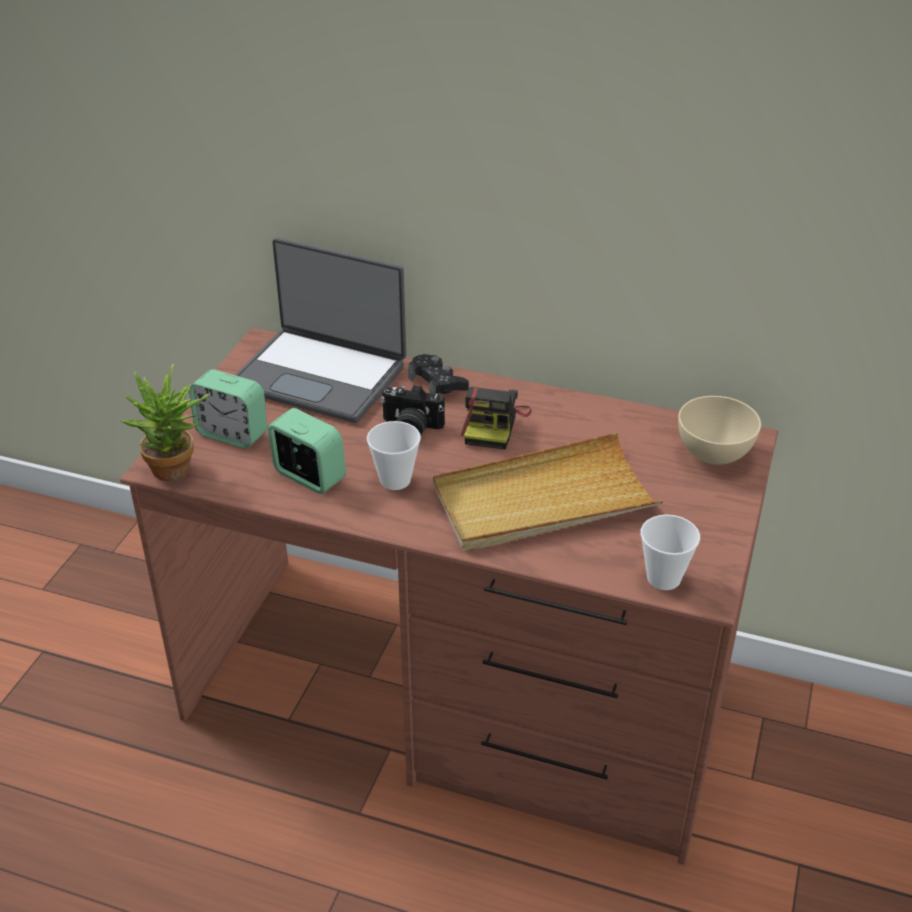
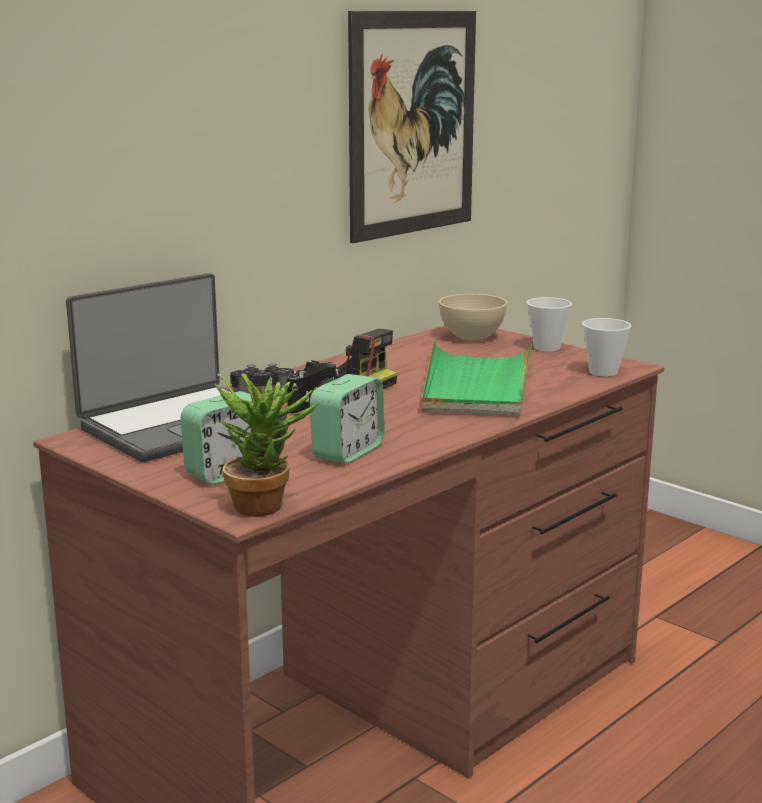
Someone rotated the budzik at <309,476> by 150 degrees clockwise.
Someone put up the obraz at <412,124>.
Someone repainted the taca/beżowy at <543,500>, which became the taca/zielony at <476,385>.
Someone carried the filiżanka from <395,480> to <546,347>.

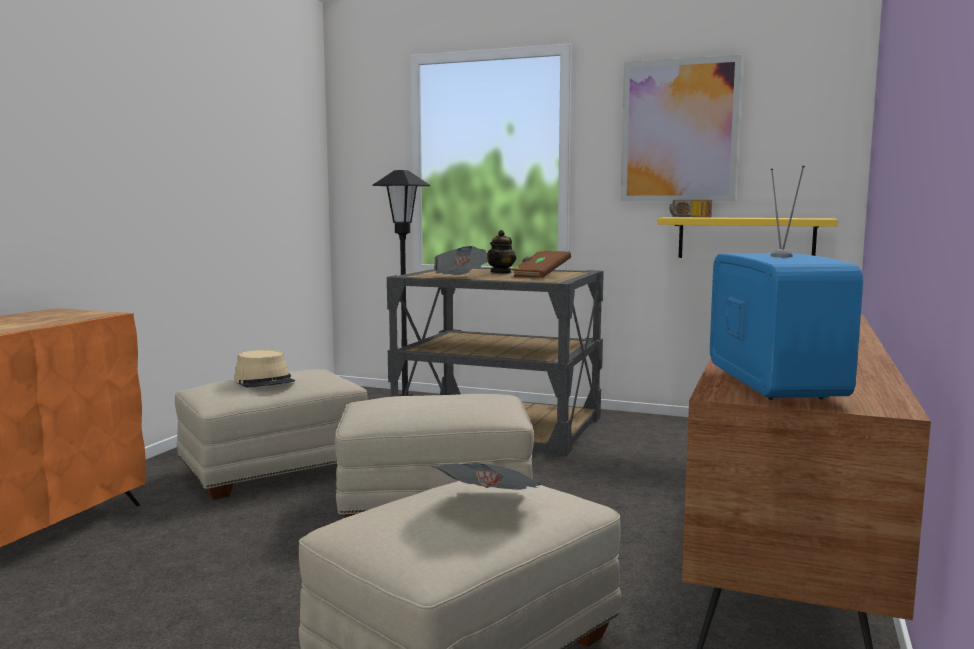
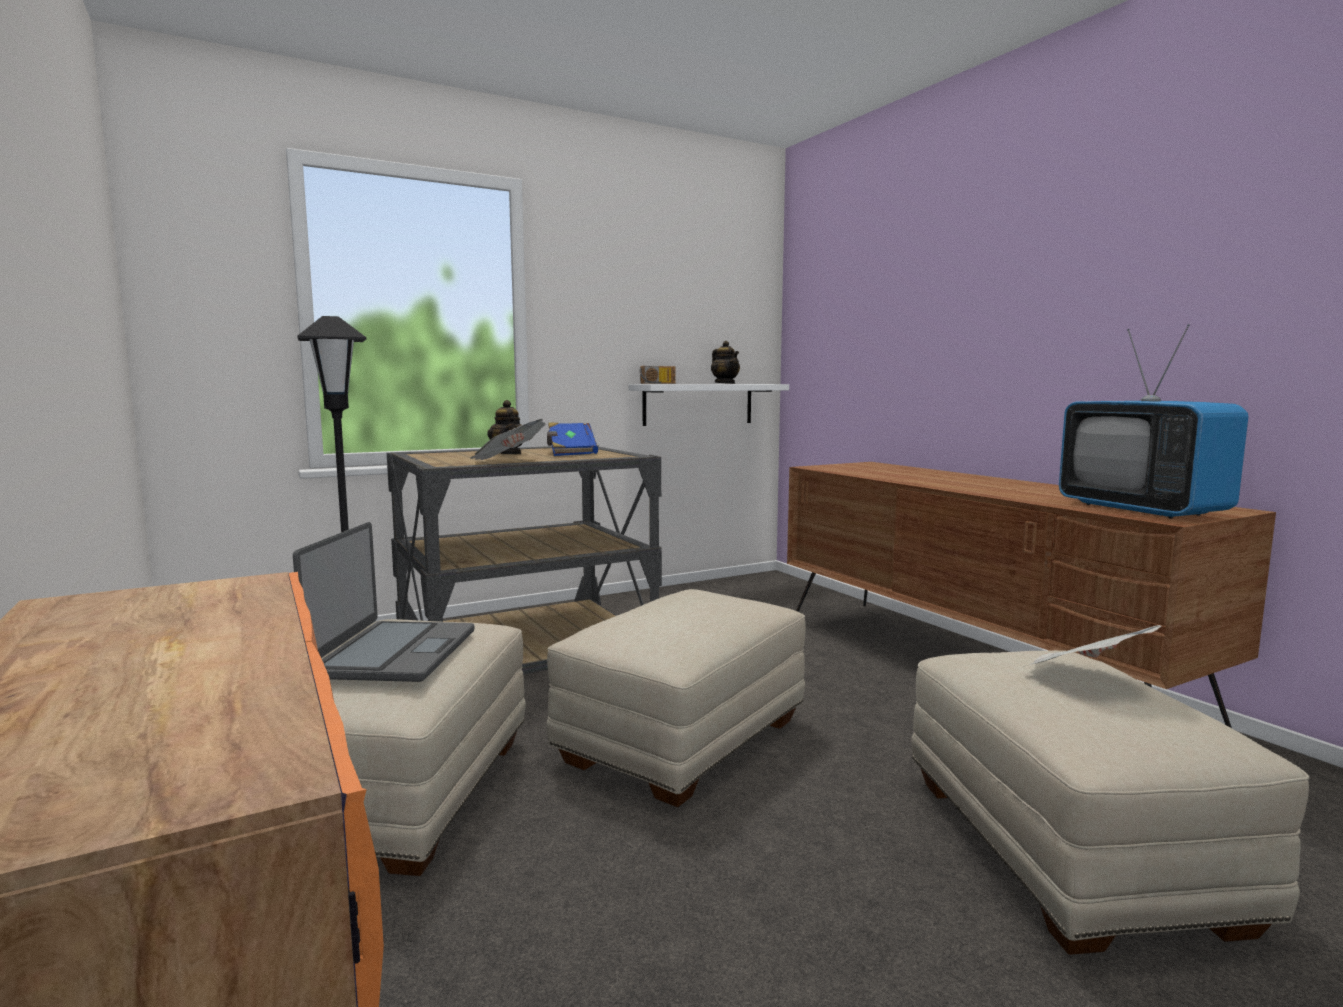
Someone swapped the kapelusz/beżowy at <265,381> for the laptop at <393,653>.
Someone repainted the książka/brązowy at <540,275>, which became the książka/niebieski at <570,453>.
Someone repainted the półka/żółty at <745,238>, which became the półka/biały at <698,404>.
Someone put down the imbryk at <725,383>.
Someone rotated the telewizor at <772,386> by 150 degrees counterclockwise.
Someone took away the obraz at <679,131>.

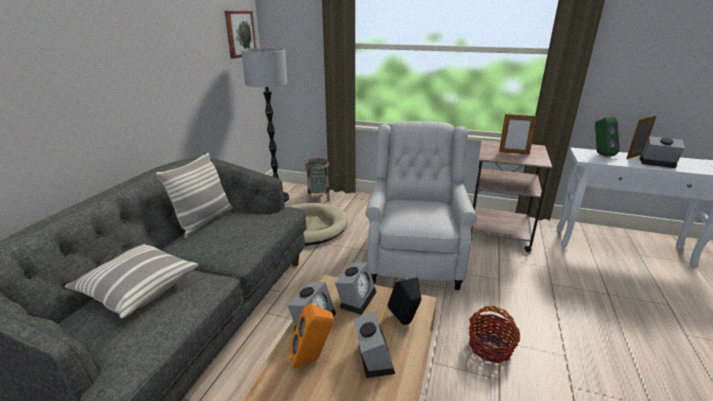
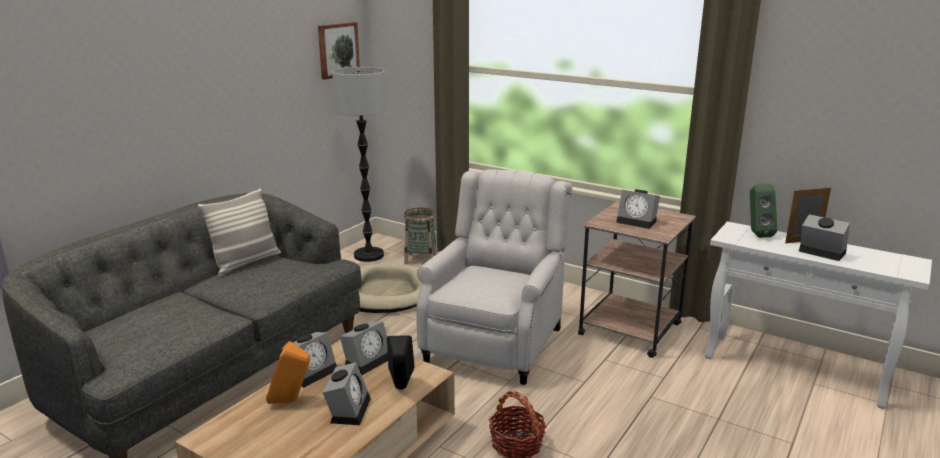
Someone swapped the ramka na zdjęcie at <513,153> for the budzik at <638,221>.
Someone took away the poduszka at <138,289>.

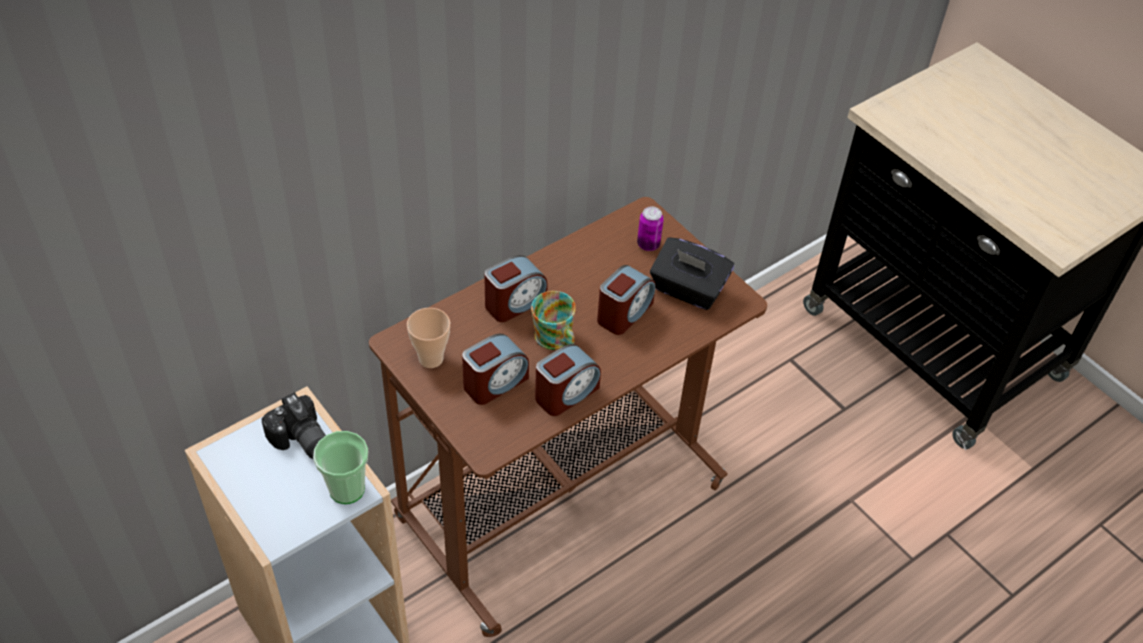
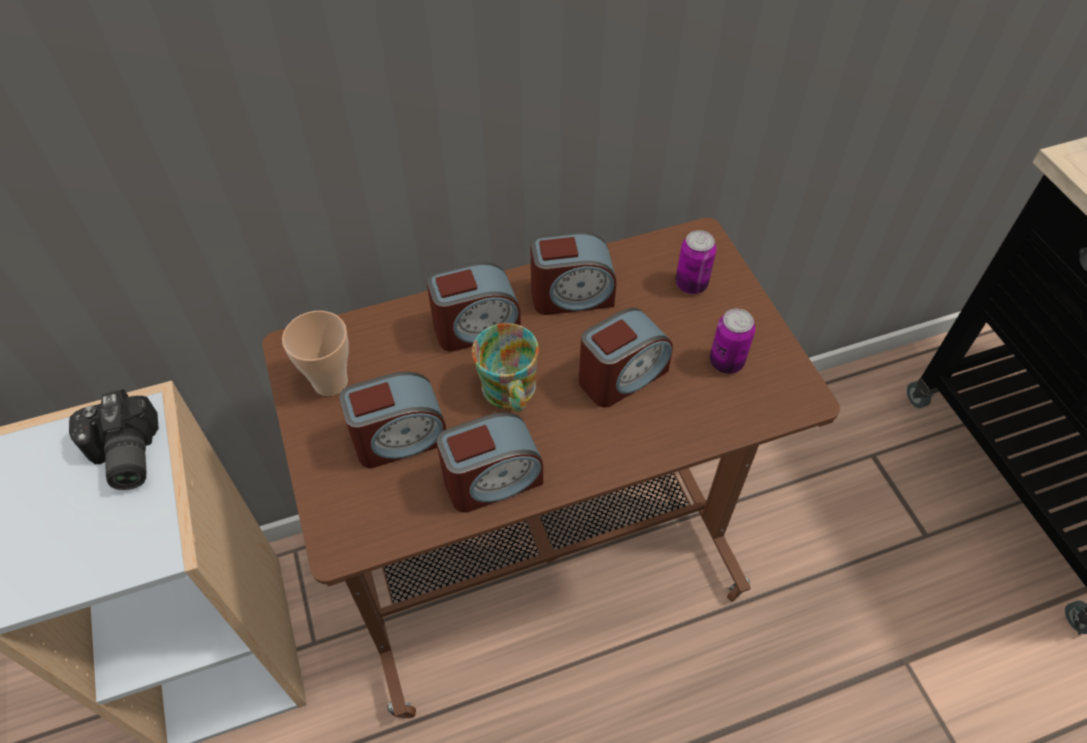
Someone put down the budzik at <571,296>.
Someone swapped the pudełko chusteczek/czarny at <688,290> for the puszka at <726,362>.
Someone took away the filiżanka at <347,489>.

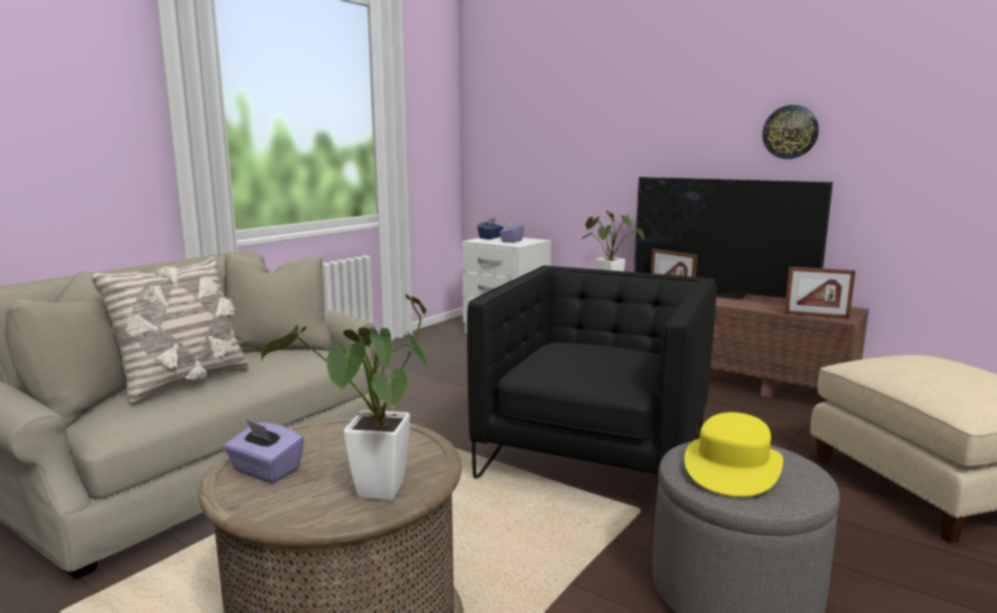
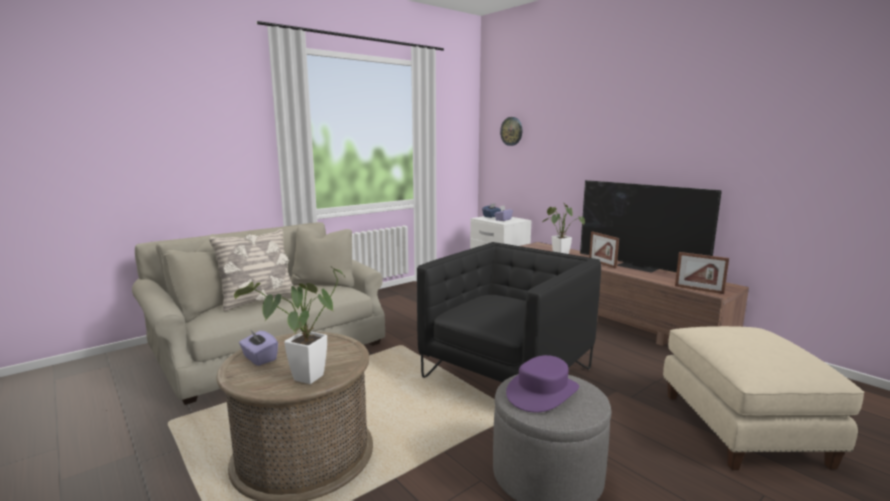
Someone carried the zegar ścienny from <790,132> to <511,131>.
Someone repainted the kapelusz/żółty at <732,467>, which became the kapelusz/fioletowy at <542,392>.

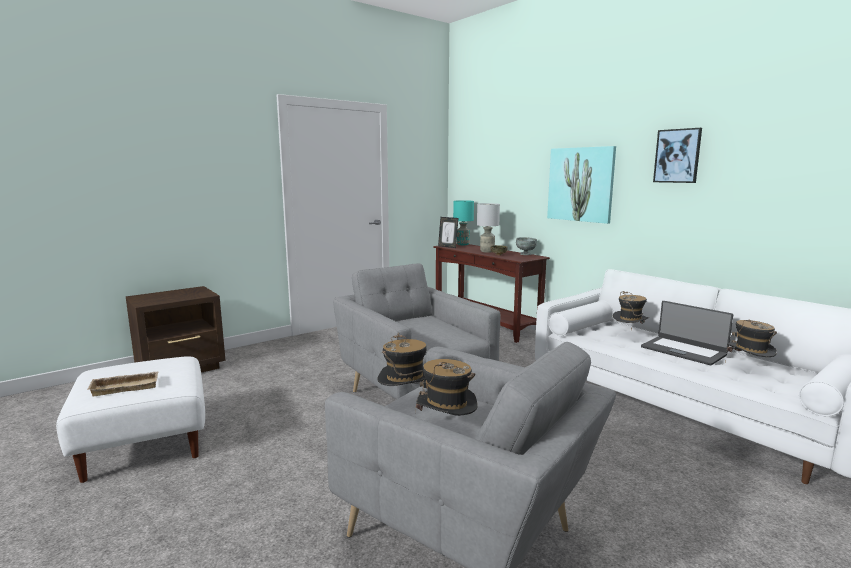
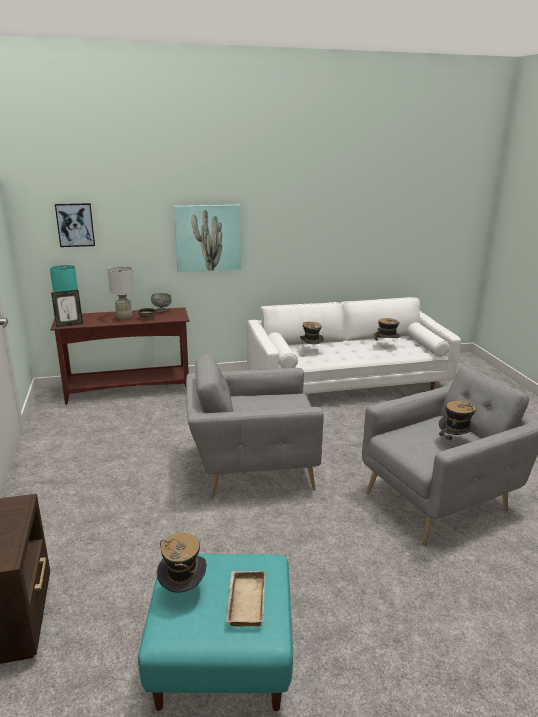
Someone carried the obraz from <677,156> to <75,225>.
Someone repainted the pufa/biały at <145,444>, which became the pufa/turkusowy at <223,657>.
Someone carried the kapelusz from <405,402> to <183,592>.
Someone took away the laptop at <683,351>.

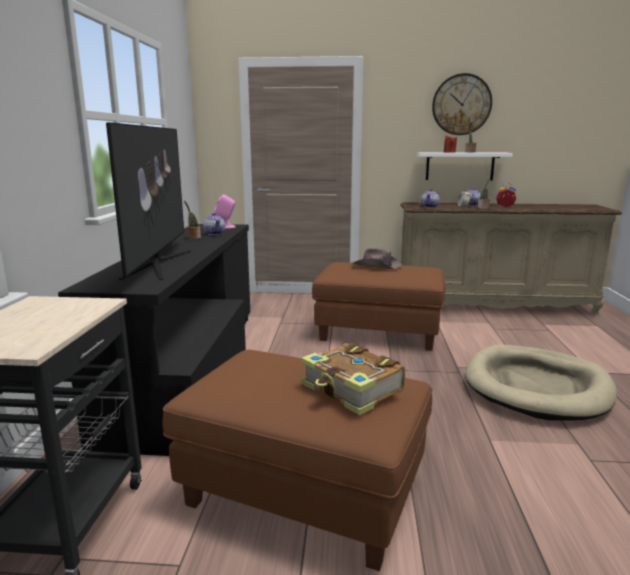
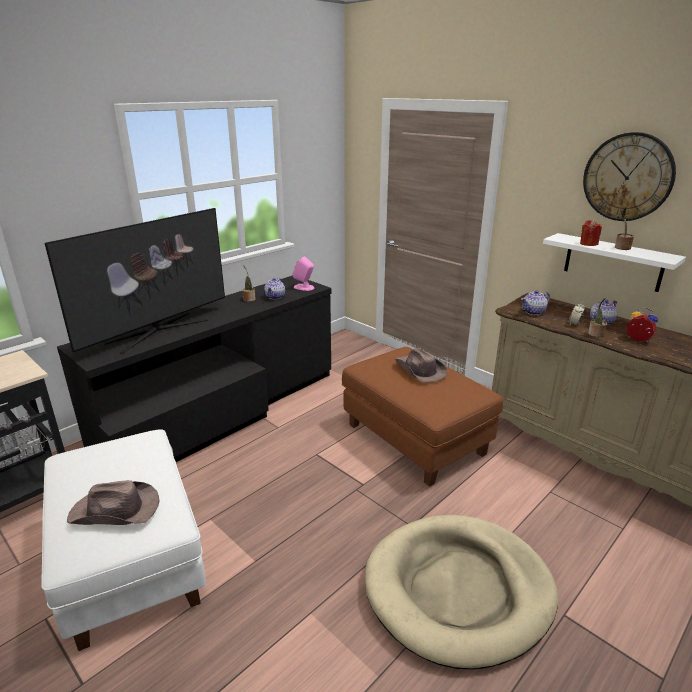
Someone repainted the pufa/brązowy at <305,491>, which became the pufa/biały at <132,562>.
Someone swapped the książka at <352,390> for the kapelusz/brązowy at <116,510>.

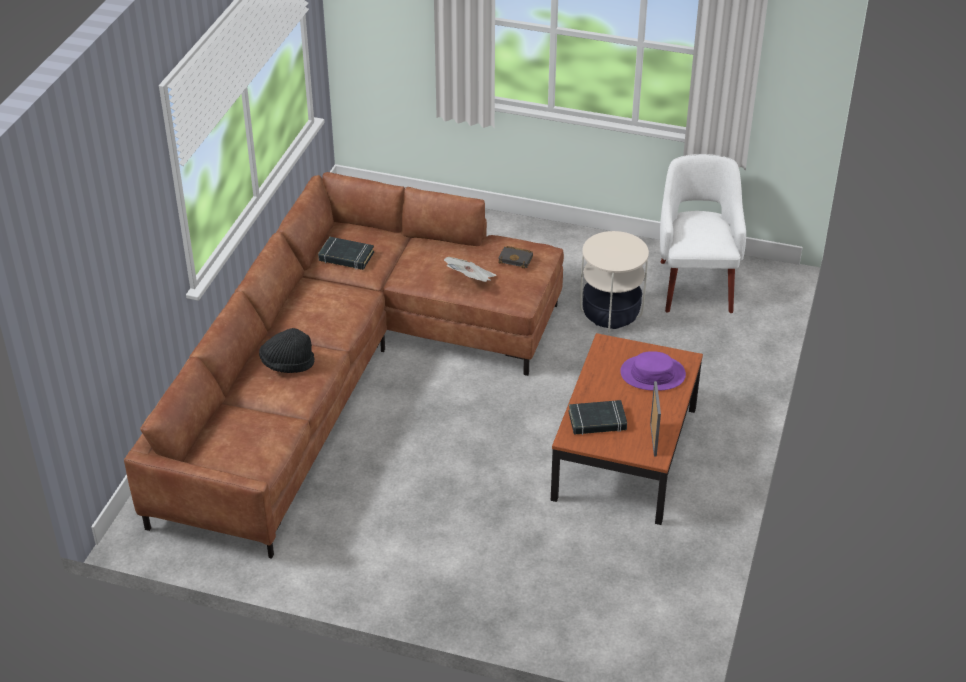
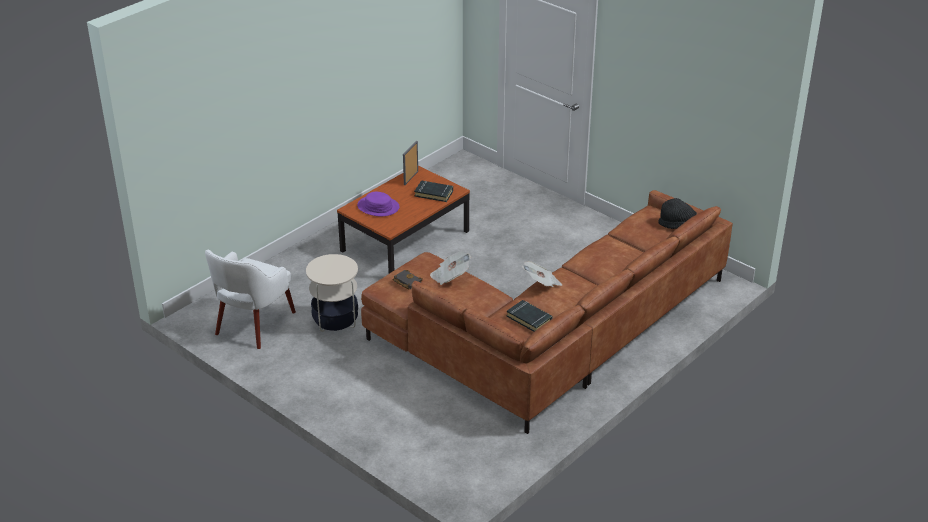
Someone put down the gazeta at <542,283>.
Someone carried the kapelusz/czarny from <287,364> to <677,224>.

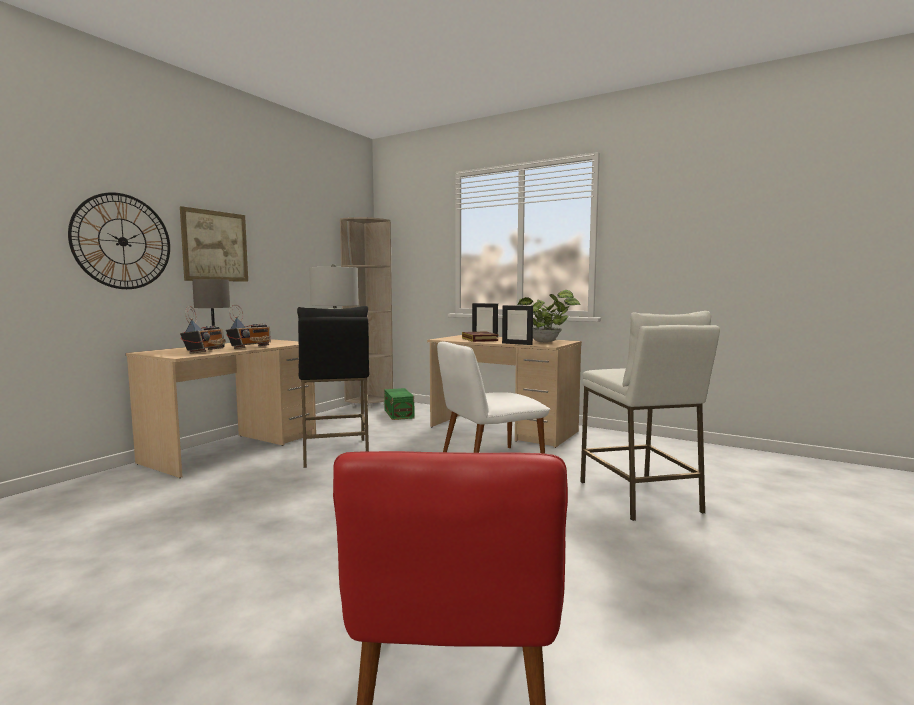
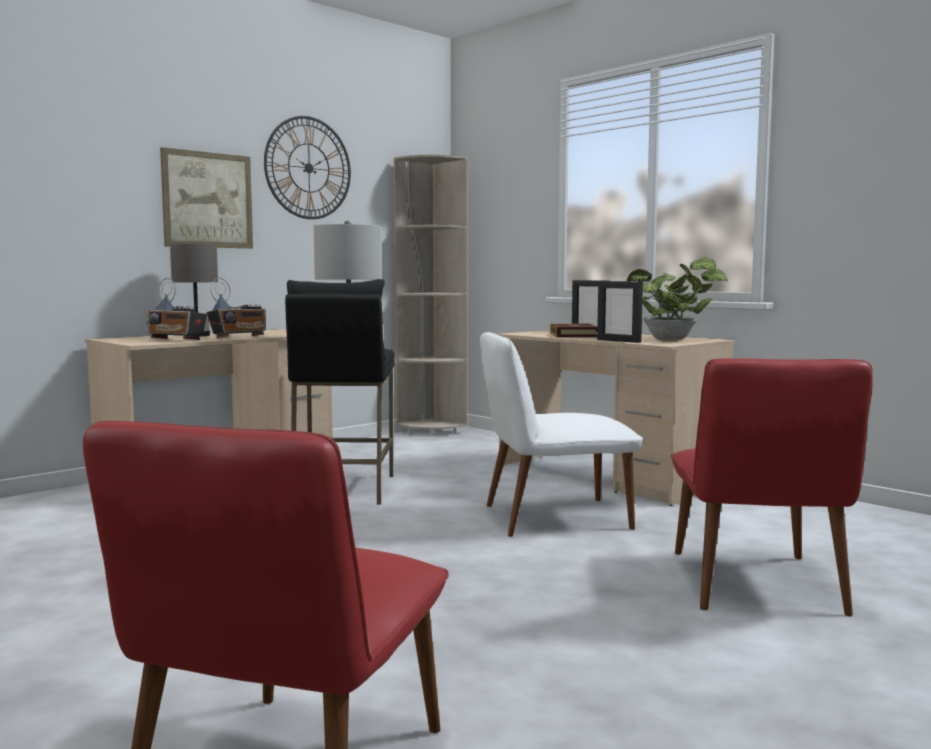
Someone rotated the radio at <205,351> by 90 degrees clockwise.
Someone carried the zegar ścienny from <122,241> to <308,168>.
Someone swapped the stołek/biały at <639,496> for the krzesło/czerwony at <755,581>.
Someone took away the pojemnik do przechowywania/zielony at <399,413>.

